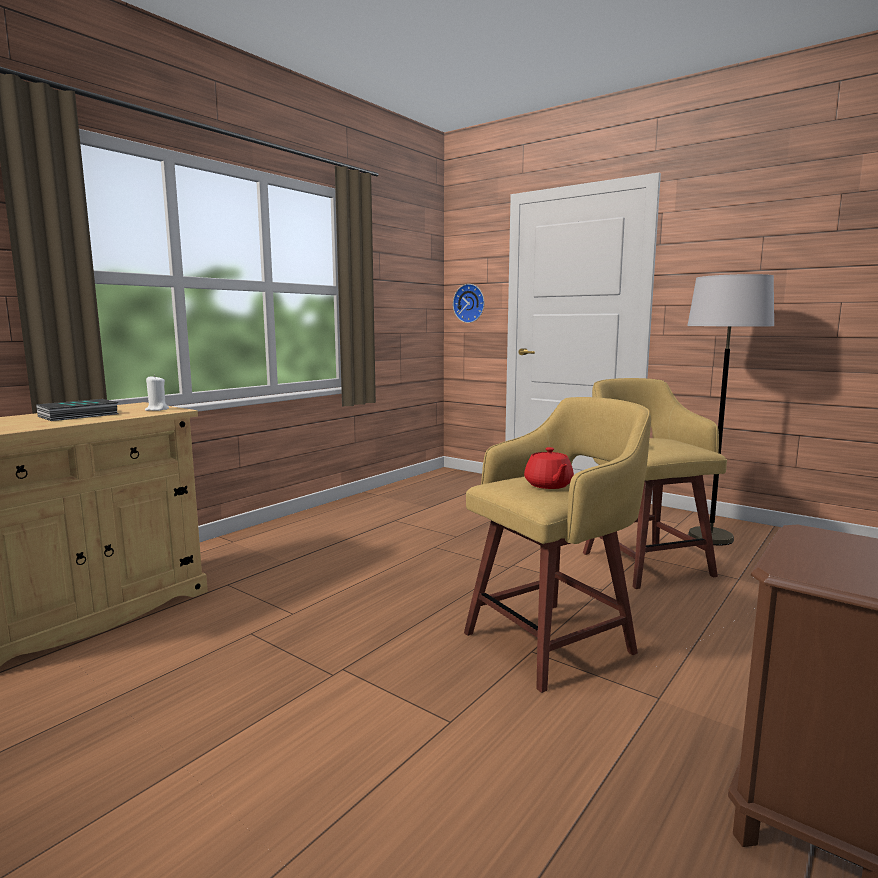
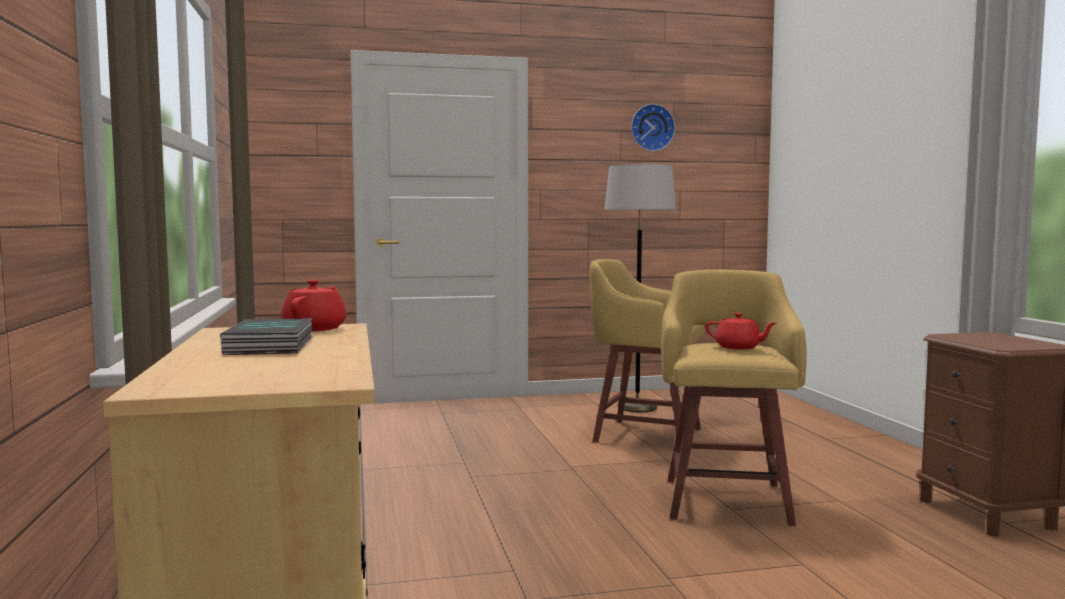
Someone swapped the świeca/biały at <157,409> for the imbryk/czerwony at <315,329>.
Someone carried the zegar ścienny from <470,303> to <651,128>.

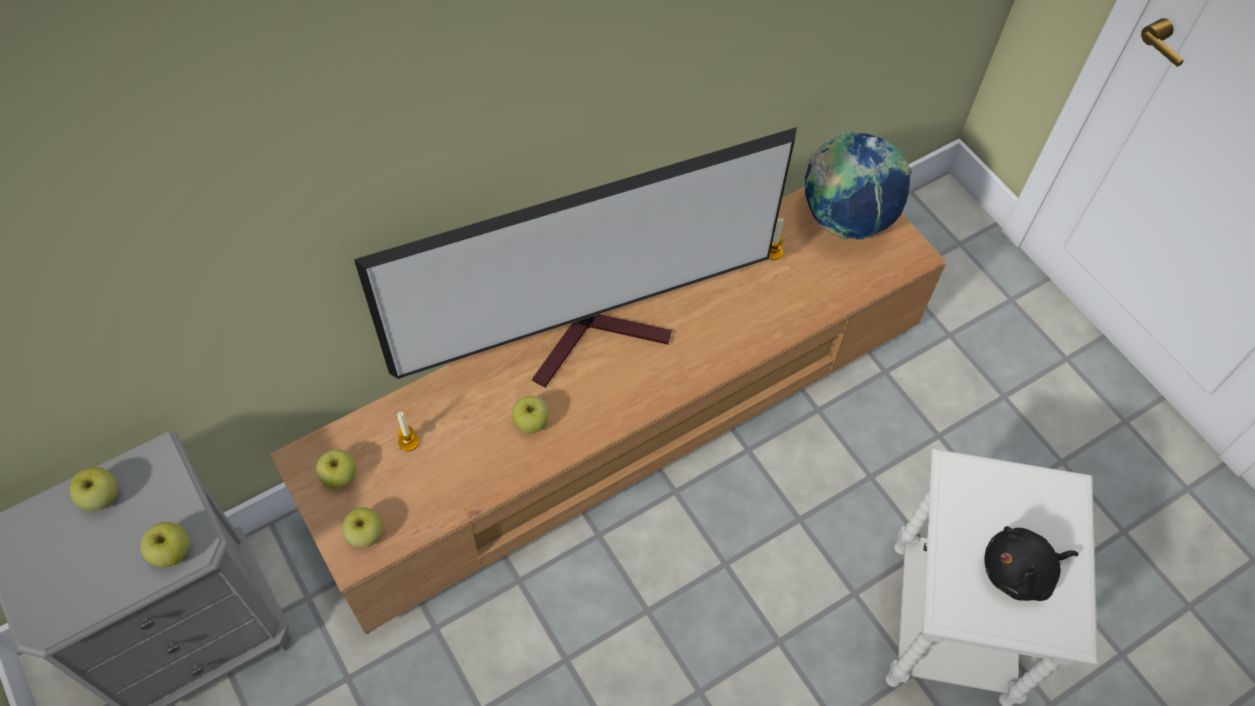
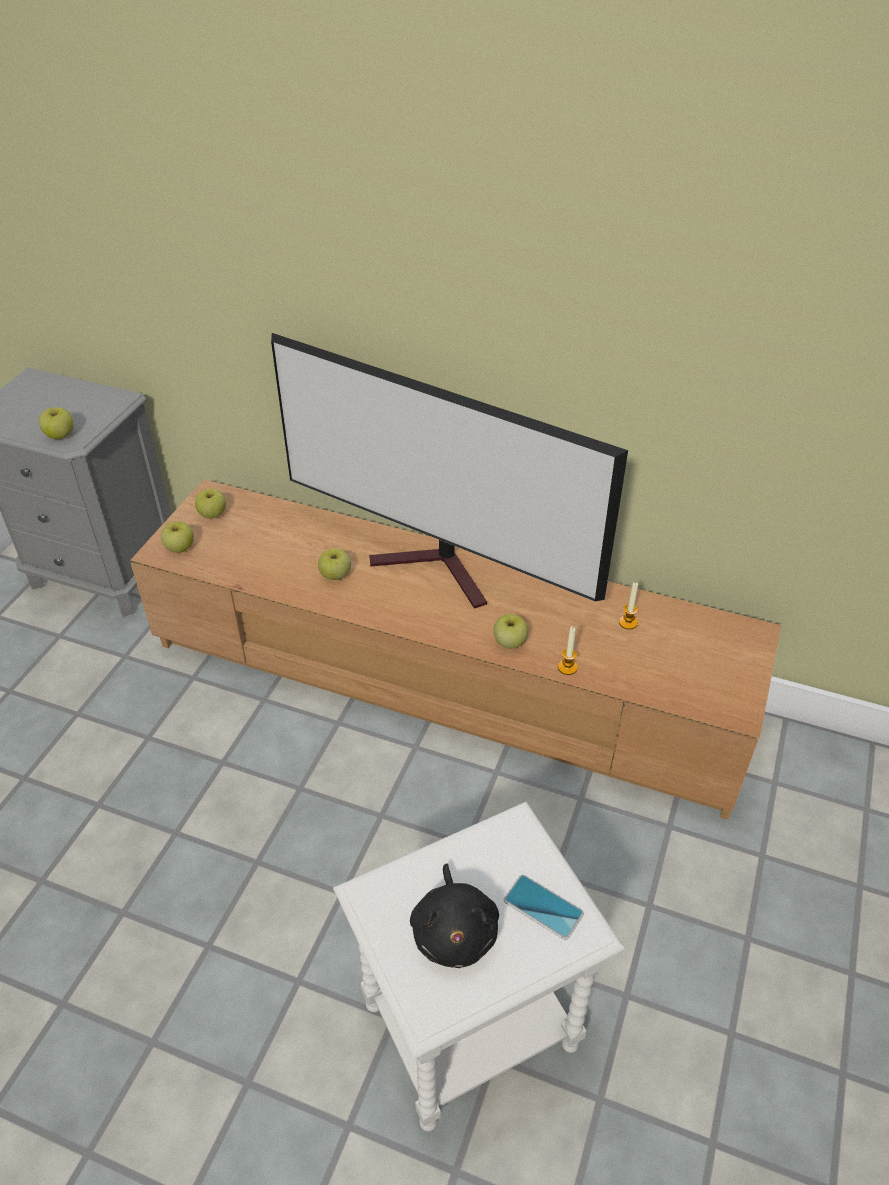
Someone rotated the pluszak/czarny at <1020,572> by 135 degrees counterclockwise.
Someone carried the jabłko from <101,497> to <509,642>.
Someone put down the telefon at <543,907>.
Someone carried the świeca from <408,442> to <567,667>.
Someone took away the globus at <845,219>.

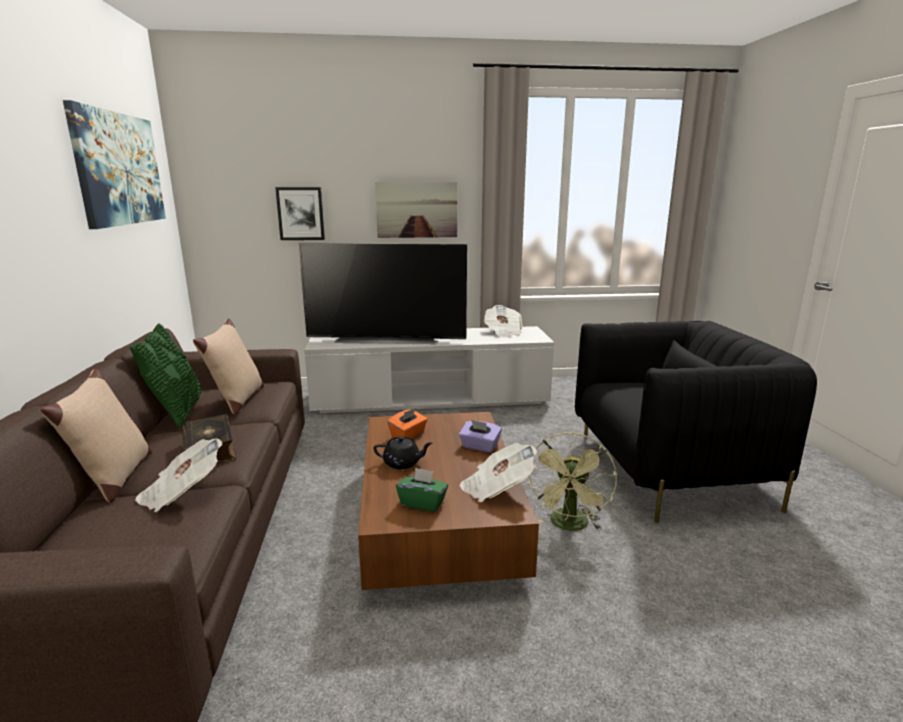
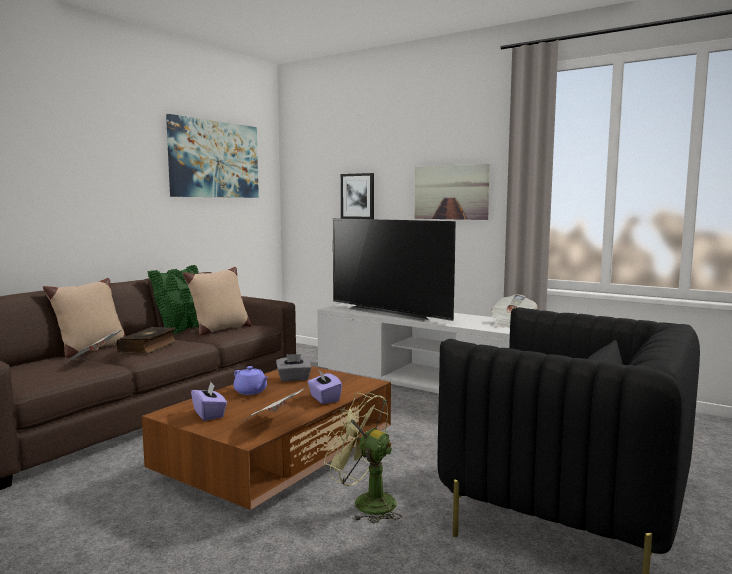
Someone repainted the pudełko chusteczek/zielony at <422,503>, which became the pudełko chusteczek/fioletowy at <209,414>.
Someone repainted the imbryk/czarny at <403,463>, which became the imbryk/fioletowy at <251,391>.
Someone repainted the pudełko chusteczek/pomarańczowy at <408,435>, which became the pudełko chusteczek/szary at <294,378>.
Someone rotated the wentylator/zielony at <569,526> by 60 degrees clockwise.

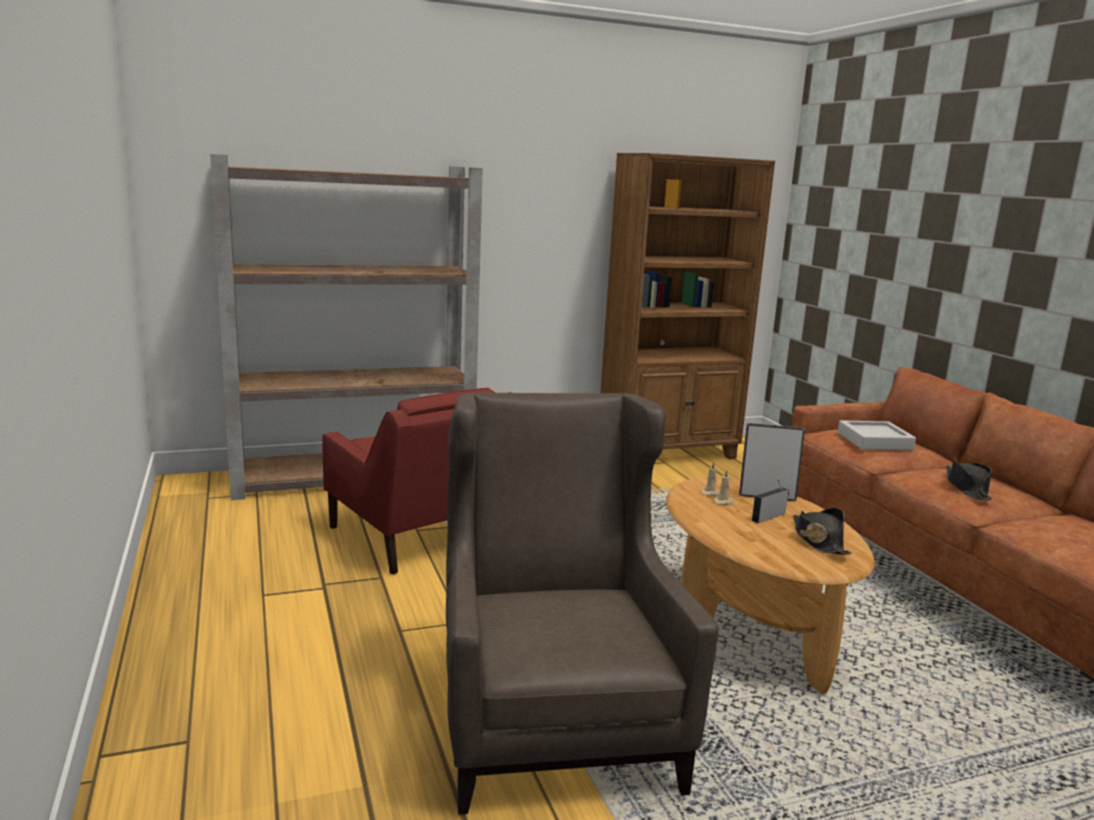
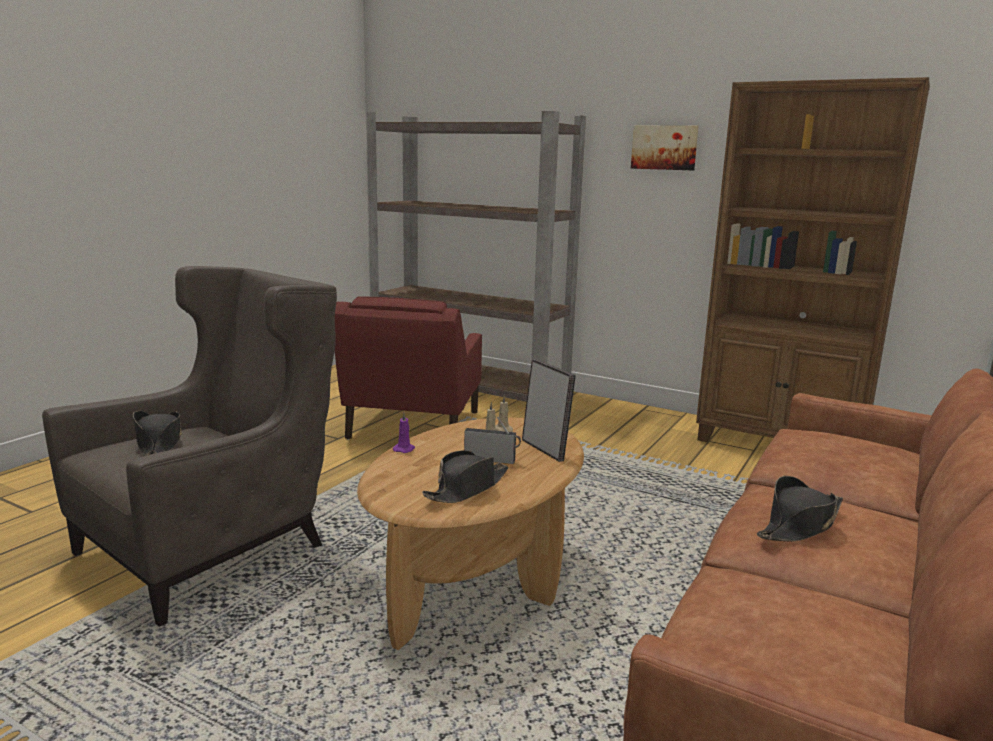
Someone put down the kapelusz/czarny at <159,443>.
Someone put down the świeca/fioletowy at <404,449>.
Someone put up the obraz at <664,147>.
Someone took away the taca/szary at <874,441>.

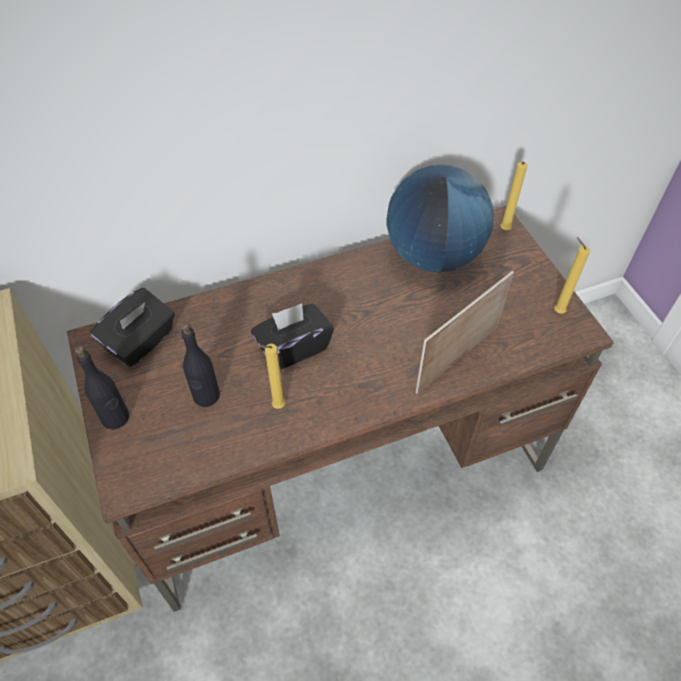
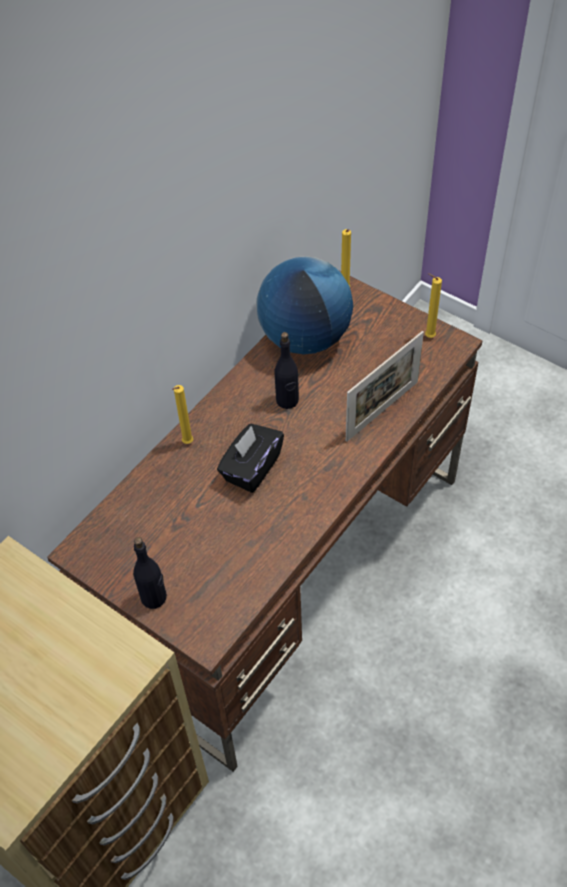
Someone carried the świeca/żółty from <276,406> to <186,443>.
Someone carried the butelka/czarny from <206,396> to <287,400>.
Someone rotated the ramka na zdjęcie at <457,359> by 150 degrees counterclockwise.
Someone took away the pudełko chusteczek/czarny at <141,342>.

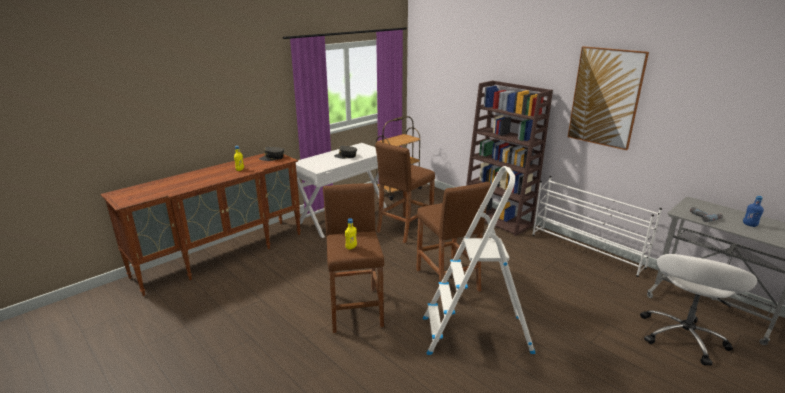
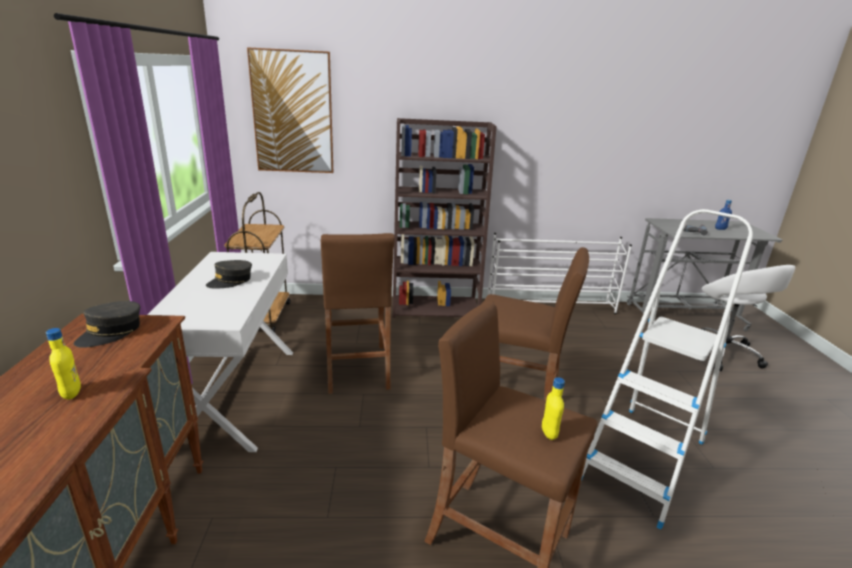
Someone carried the obraz from <605,97> to <293,113>.

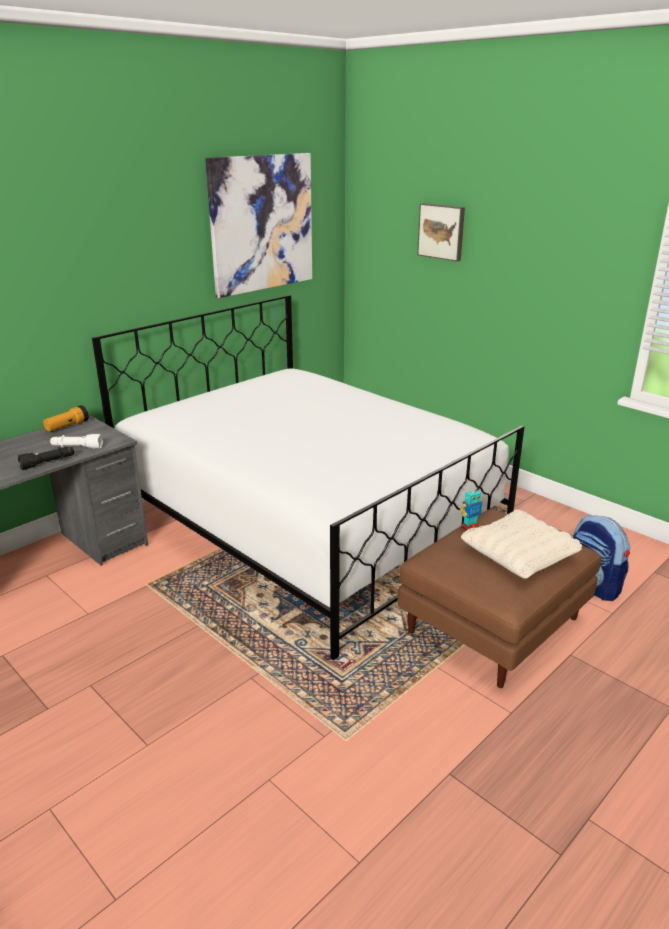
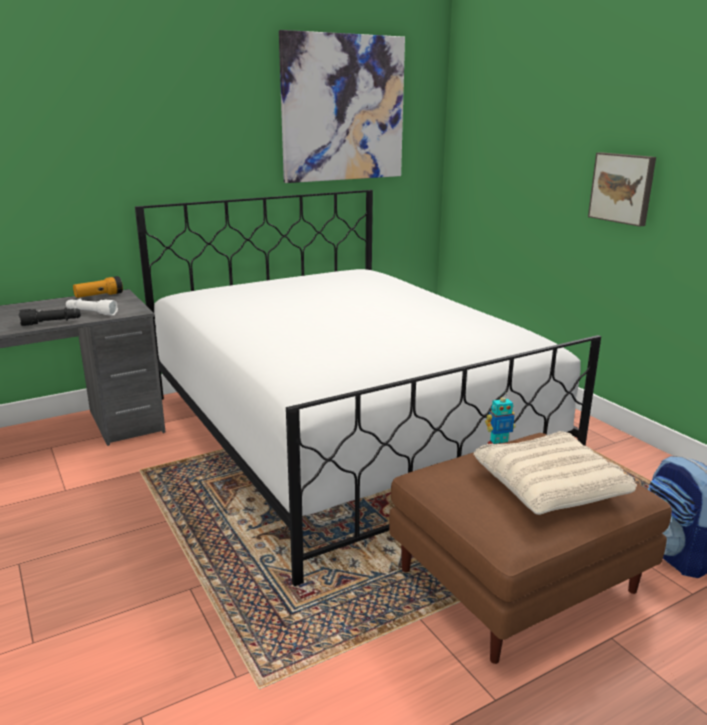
Someone carried the obraz from <442,231> to <623,188>.

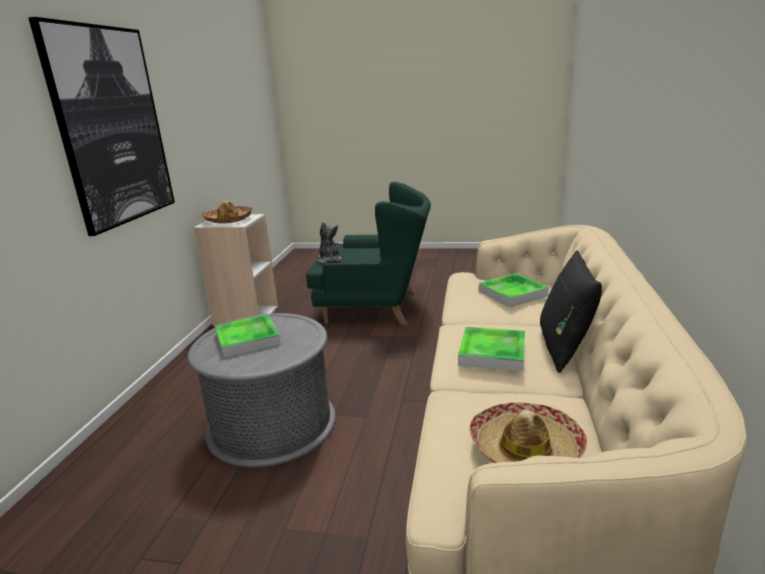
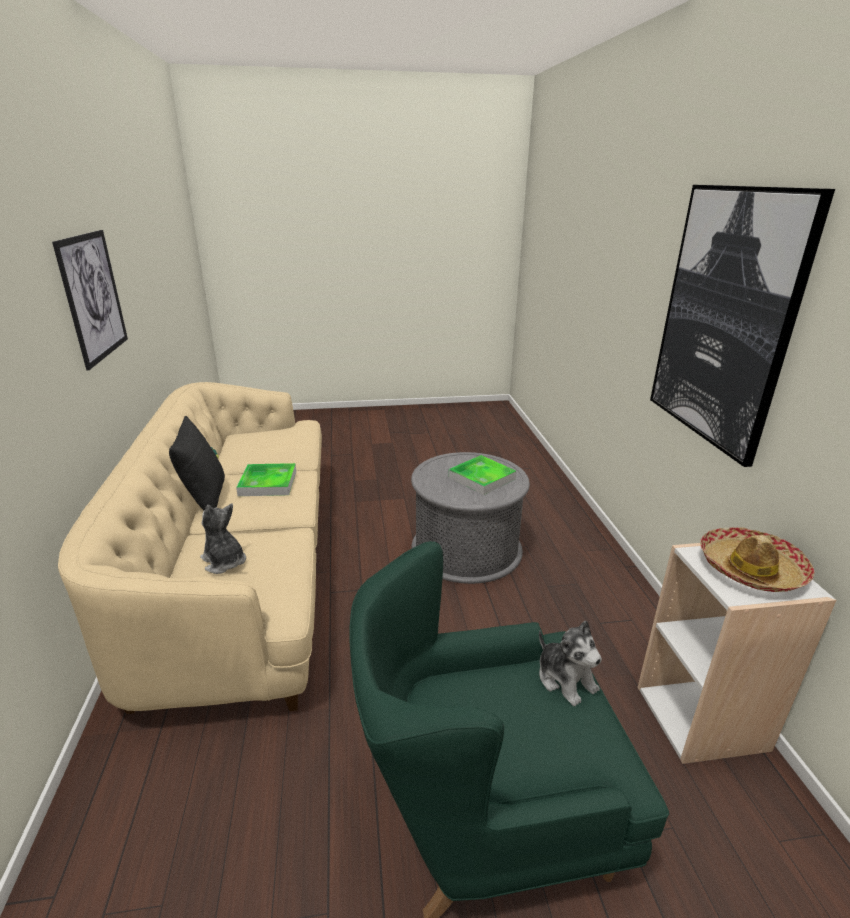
Someone put up the obraz at <93,297>.
Someone swapped the taca at <512,293> for the pluszak at <224,562>.
Someone took away the kapelusz at <526,449>.

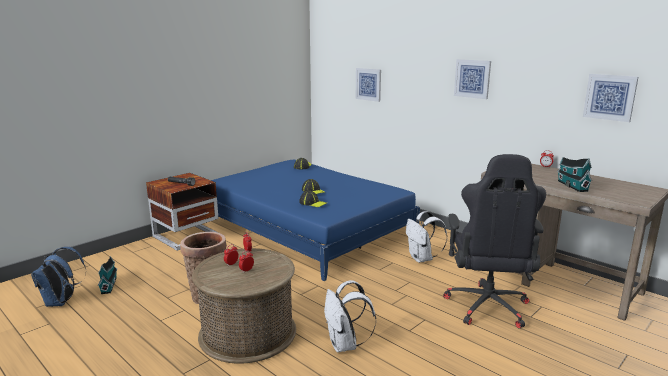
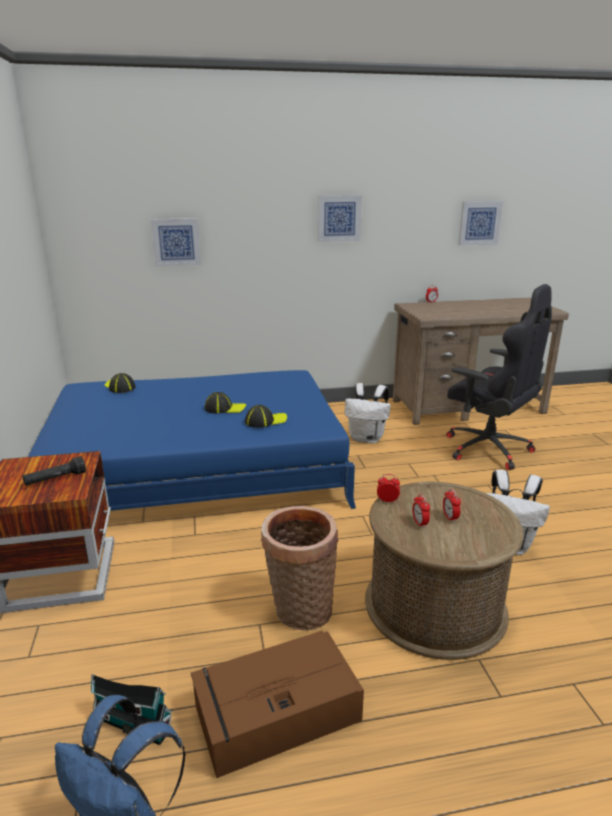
Someone put down the pojemnik do przechowywania/brązowy at <274,714>.
Someone took away the domek at <571,185>.

